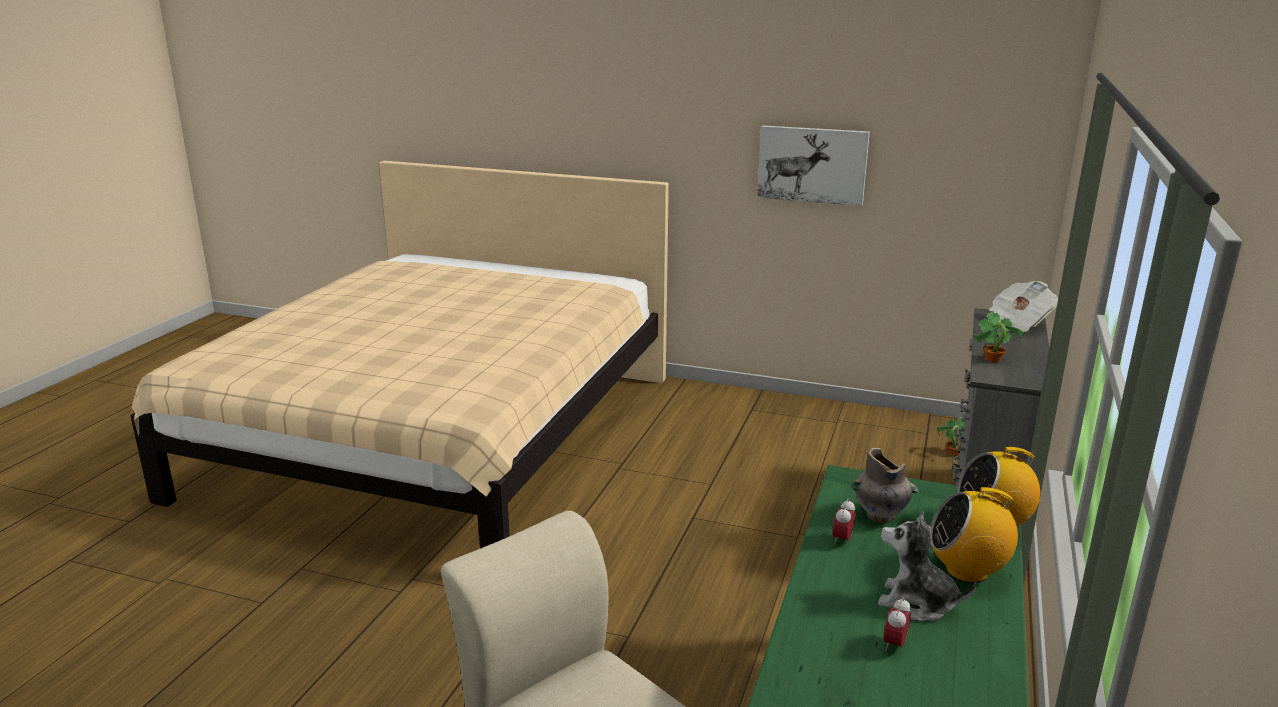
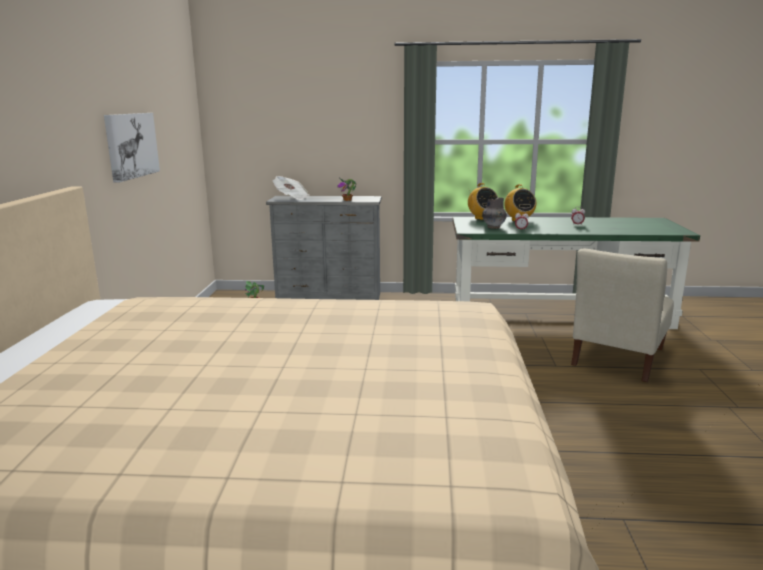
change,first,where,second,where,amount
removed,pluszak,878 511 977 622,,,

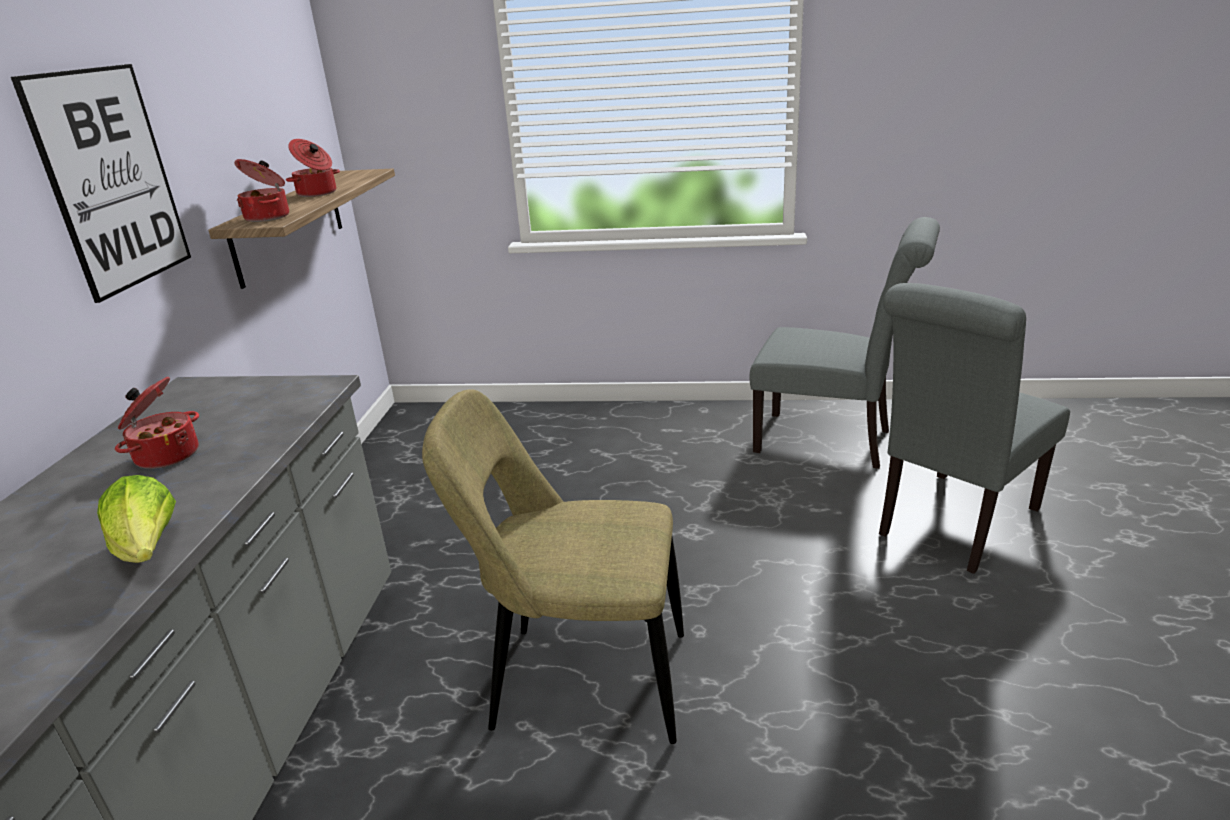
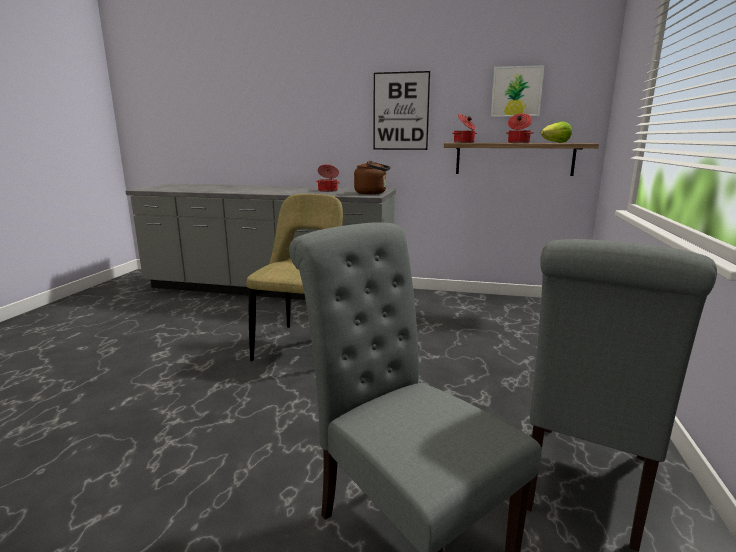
change,first,where,second,where,amount
moved,sałata,97 475 176 563,,541 121 572 143,
added,,,obraz,491 65 544 117,
added,,,czajnik [brązowy],354 161 390 194,

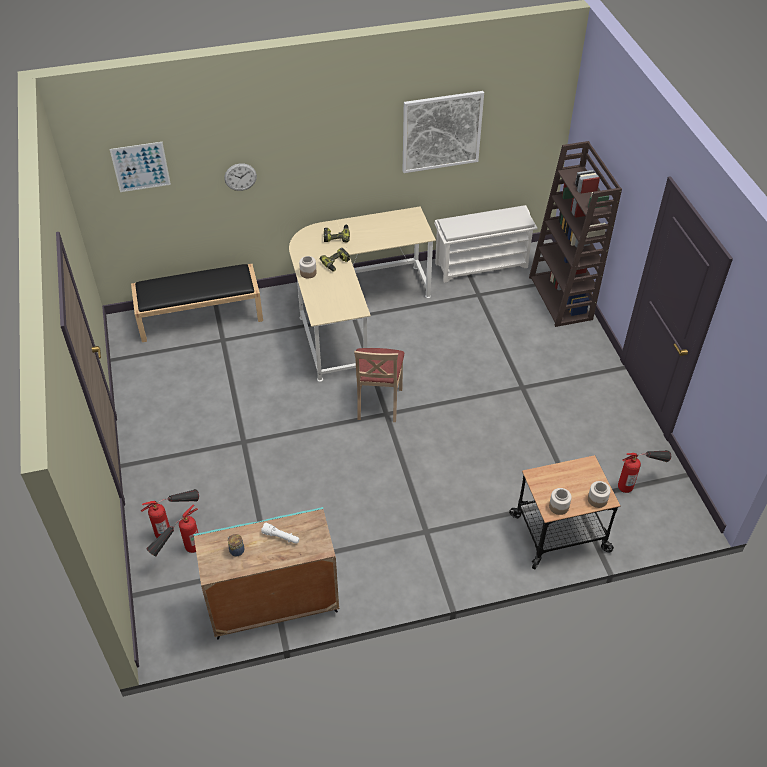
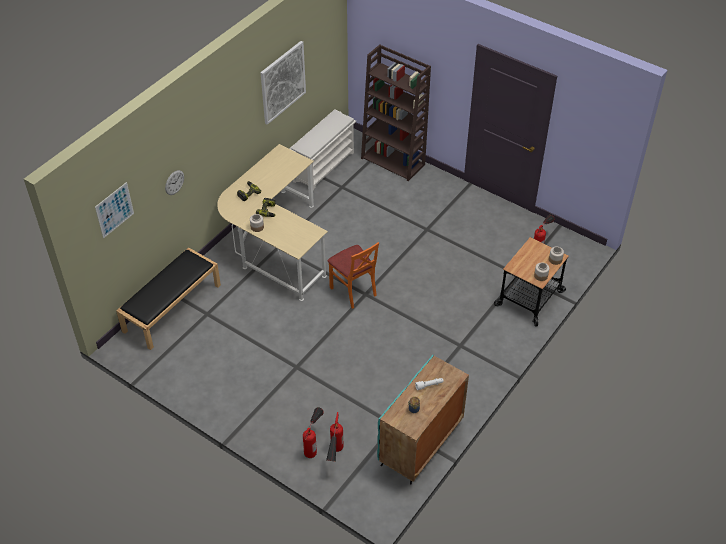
change,first,where,second,where,amount
recoloured,krzesło [beżowy],354 348 404 422,krzesło [pomarańczowy],328 242 379 309,

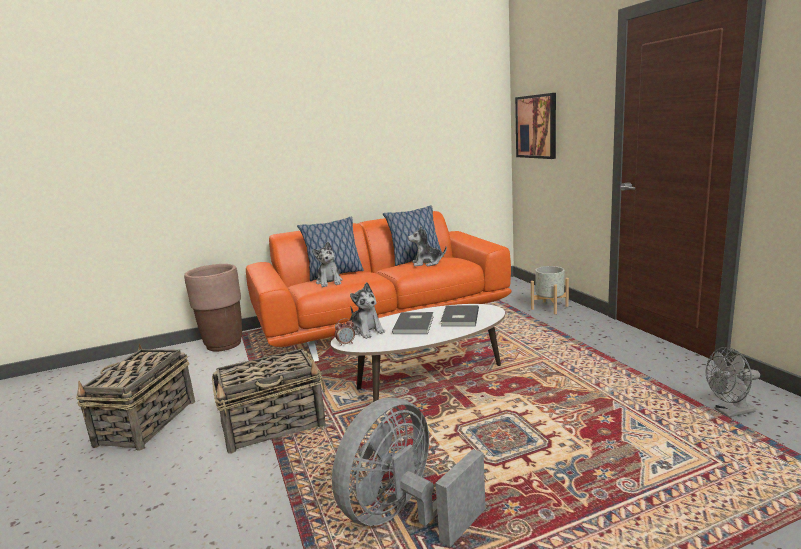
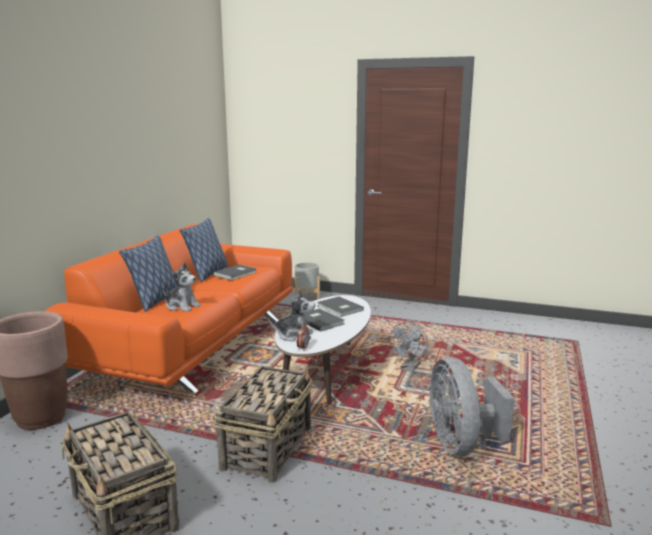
change,first,where,second,where,amount
removed,obraz,515 93 556 159,,,
replaced,pluszak,408 226 447 267,książka [szary],213 264 257 280,
moved,wentylator [szary],706 347 760 418,,390 322 428 372,

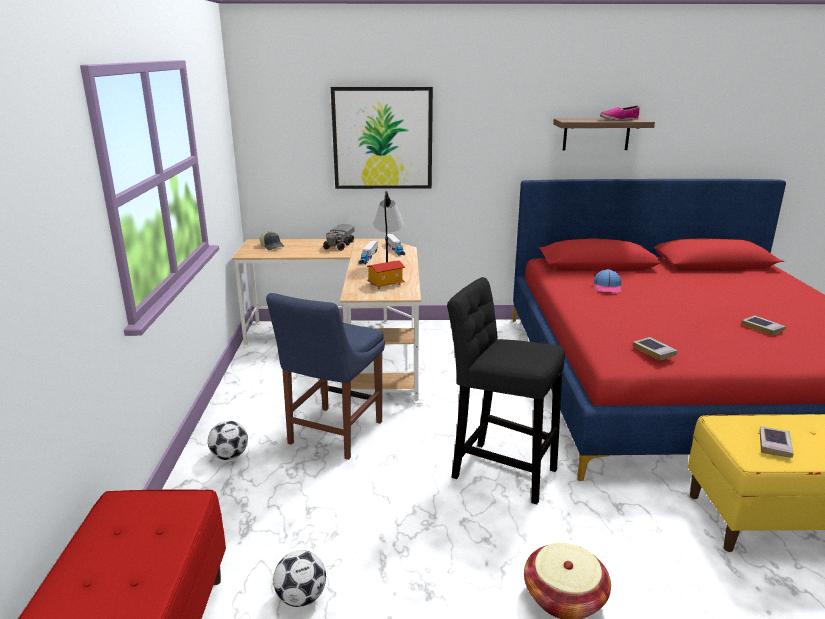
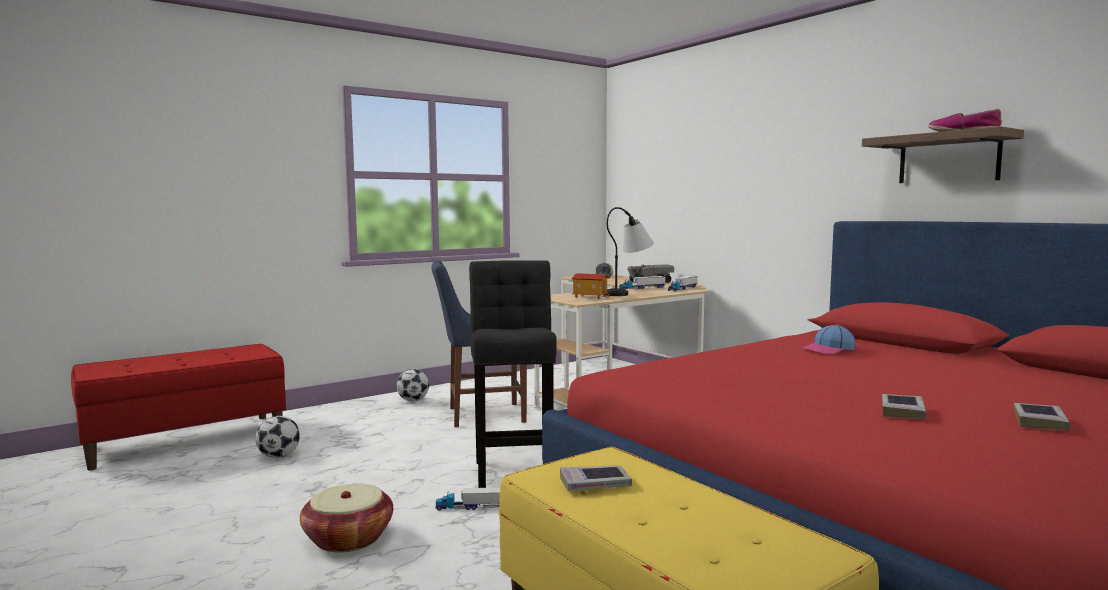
change,first,where,second,where,amount
removed,obraz,331 87 433 189,,,
moved,książka,633 337 678 360,,1014 403 1070 430,
added,,,ciężarówka zabawkowa,435 488 500 511,

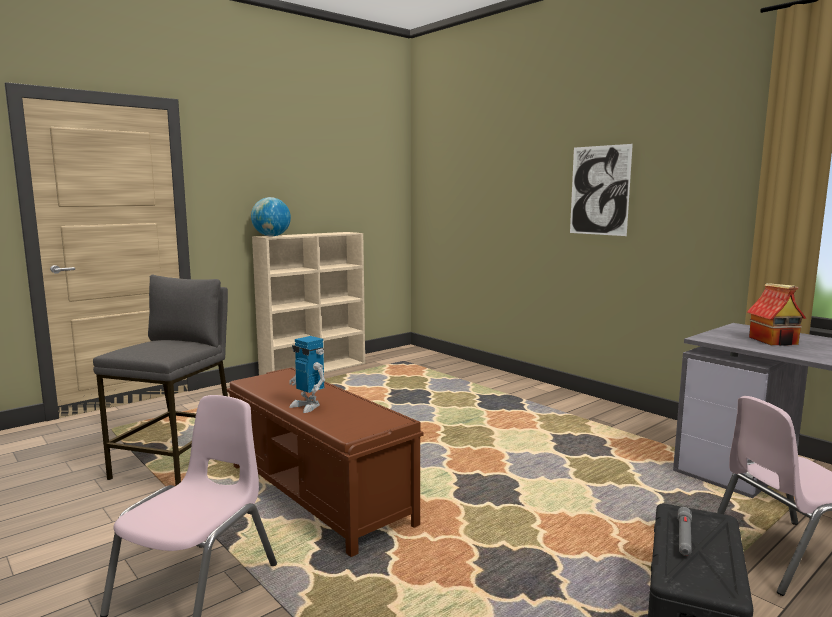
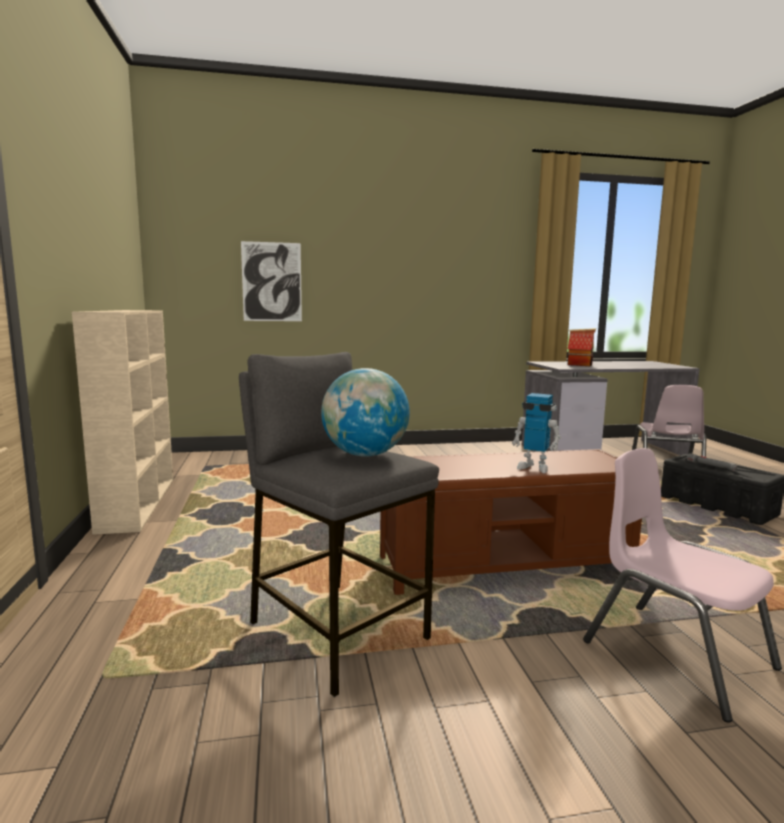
change,first,where,second,where,amount
moved,obraz,570 144 633 236,,241 241 302 321,
moved,globus,251 197 291 236,,321 368 410 457,
turned,robot zabawkowy,289 336 325 413,,512 393 561 473,45 degrees clockwise

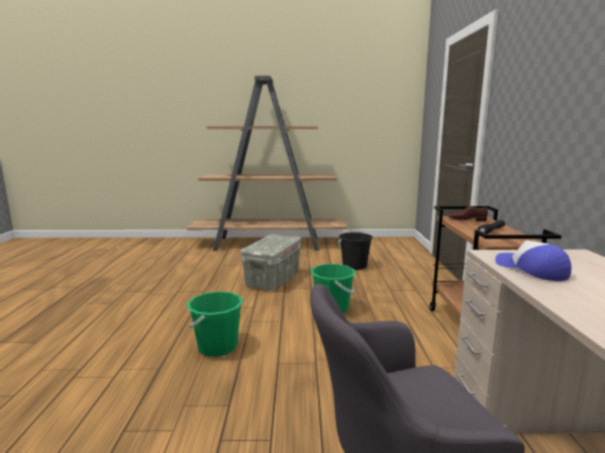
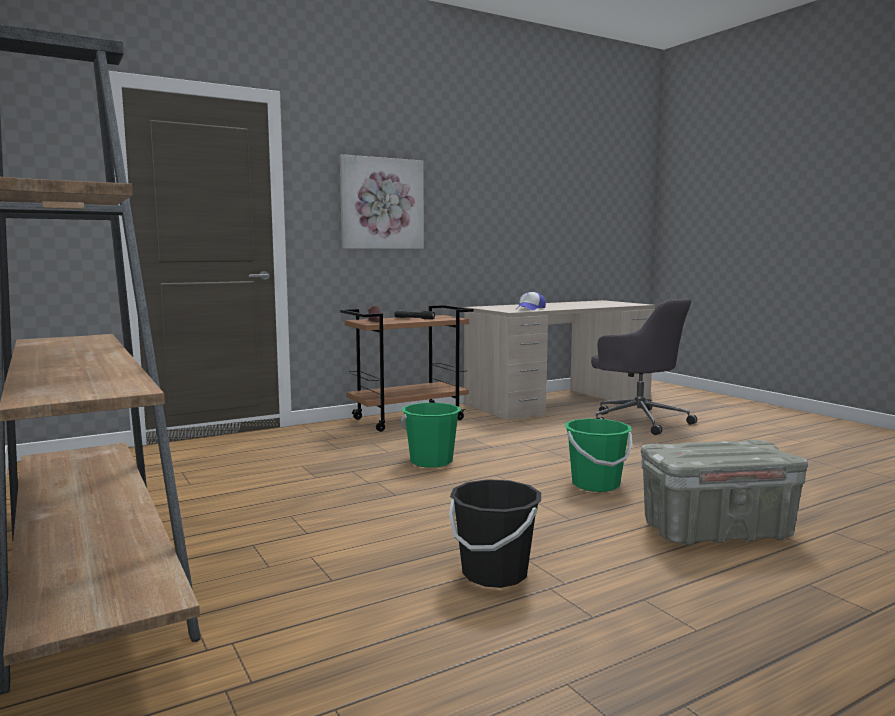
change,first,where,second,where,amount
moved,wiadro [czarny],338 232 373 270,,449 479 541 588,
moved,pojemnik do przechowywania [szary],240 234 301 291,,641 440 808 546,
added,,,obraz,340 154 424 249,

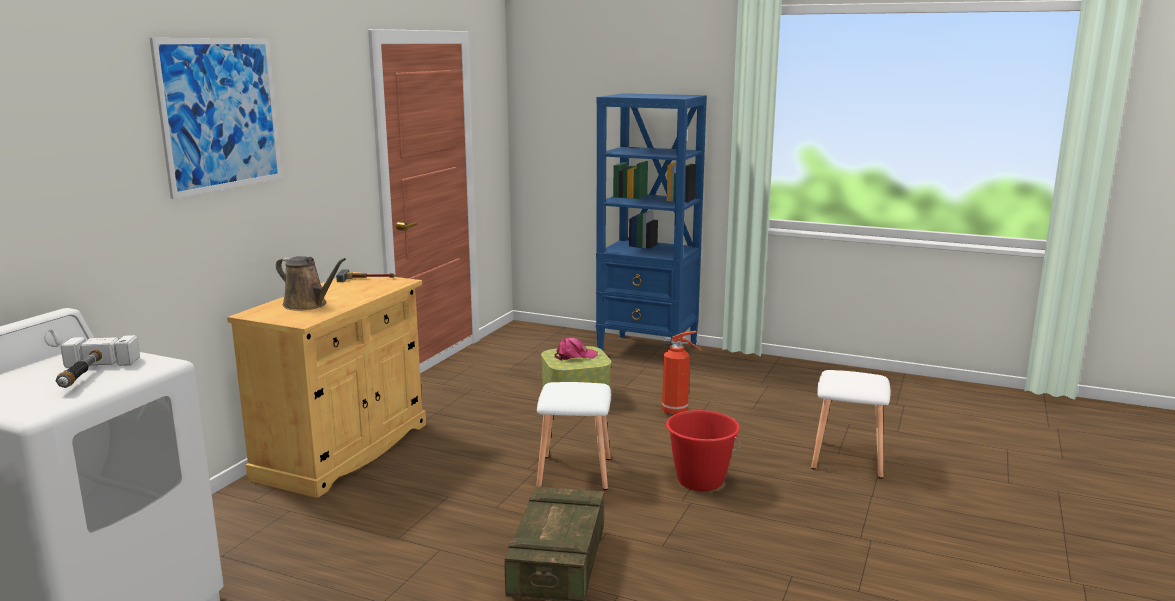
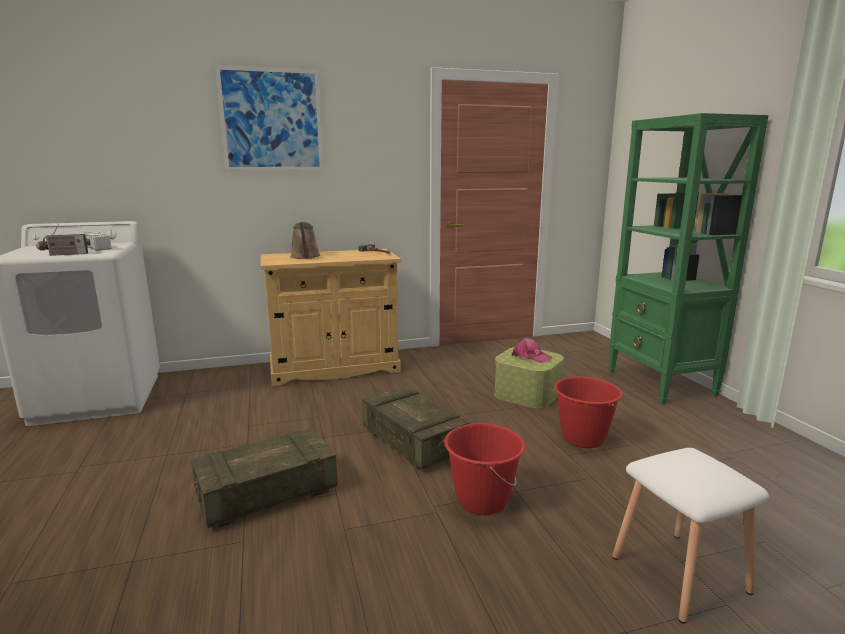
change,first,where,second,where,amount
recoloured,regał [niebieski],596 93 707 350,regał [zielony],608 113 769 404,
replaced,gaśnica,662 331 701 416,wiadro [czerwony],554 377 622 448,
replaced,stołek [biały],536 382 611 490,skrzynka,362 386 469 470,
added,,,radio,43 224 88 256,

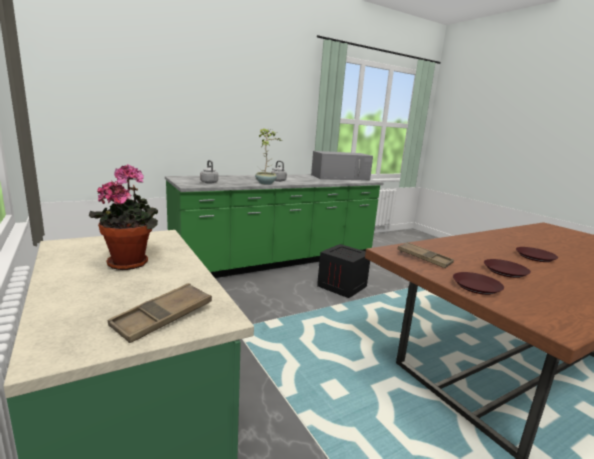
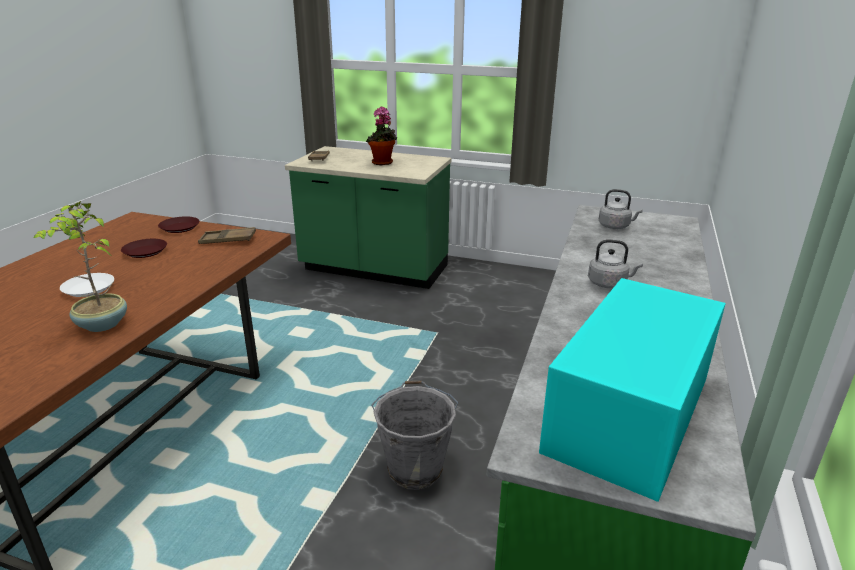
change,first,where,second,where,amount
moved,roślina doniczkowa,255 128 282 185,,33 201 127 332,
recoloured,mikrofalówka [szary],311 151 373 181,mikrofalówka [turkusowy],539 278 725 502,
replaced,skrzynka,317 244 370 298,wiadro [szary],372 381 459 490,
recoloured,talerz [brązowy],516 247 558 262,talerz [biały],60 273 114 297,

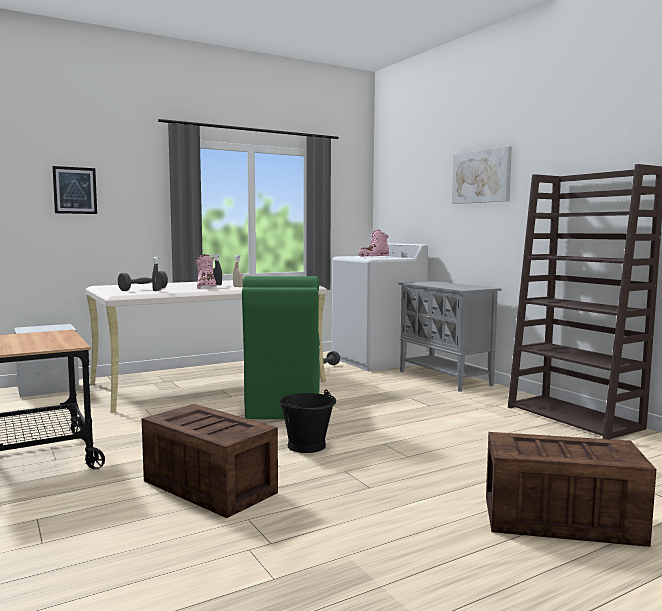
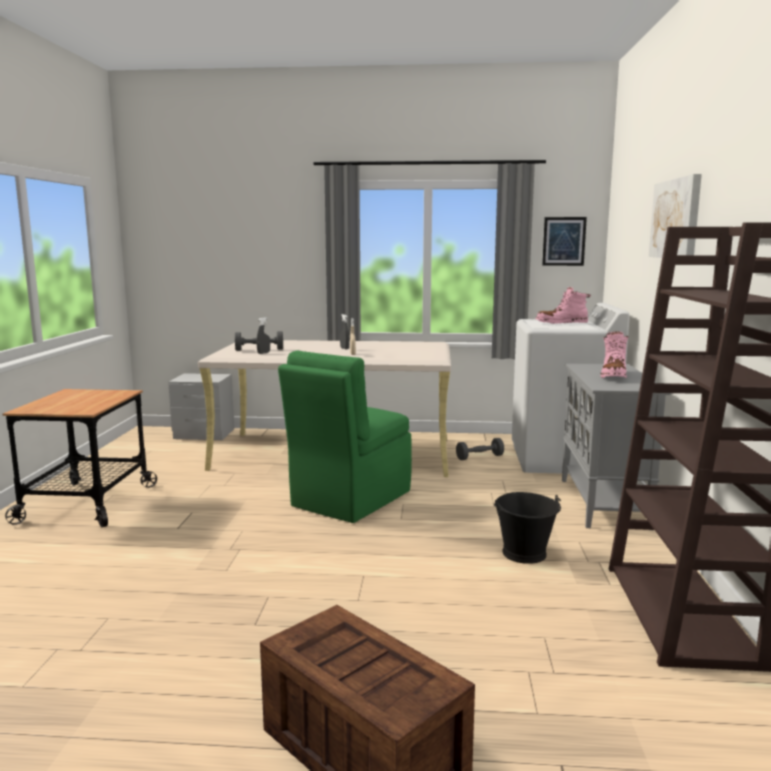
change,first,where,second,where,amount
moved,obraz,52 166 97 214,,542 217 587 266,
moved,but z cholewką [różowy],196 254 216 289,,600 331 629 378,
moved,wiadro [czarny],279 389 336 453,,494 492 561 564,
removed,skrzynka,142 404 278 518,,,

